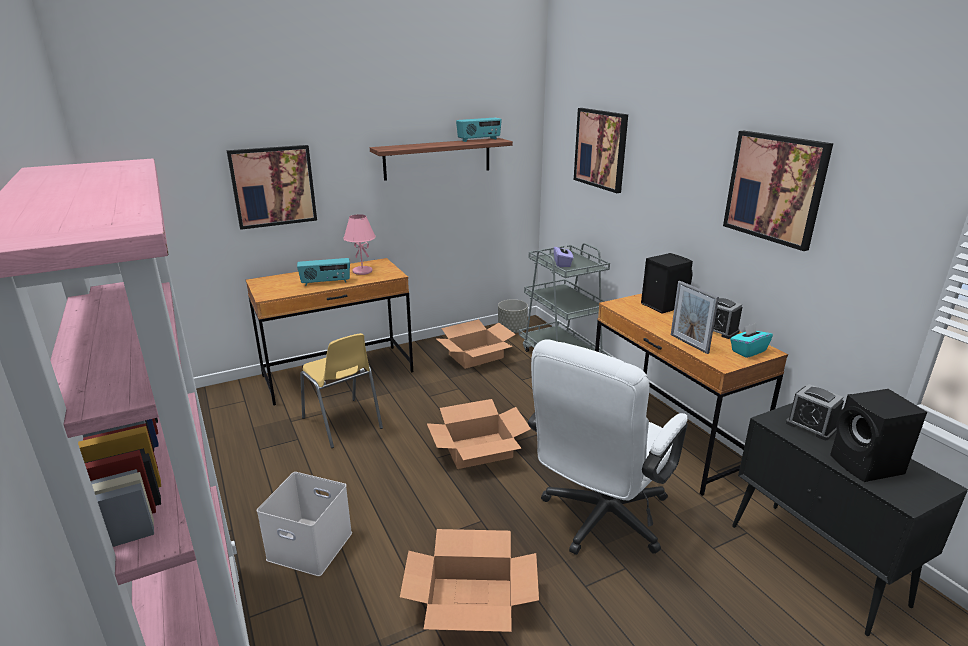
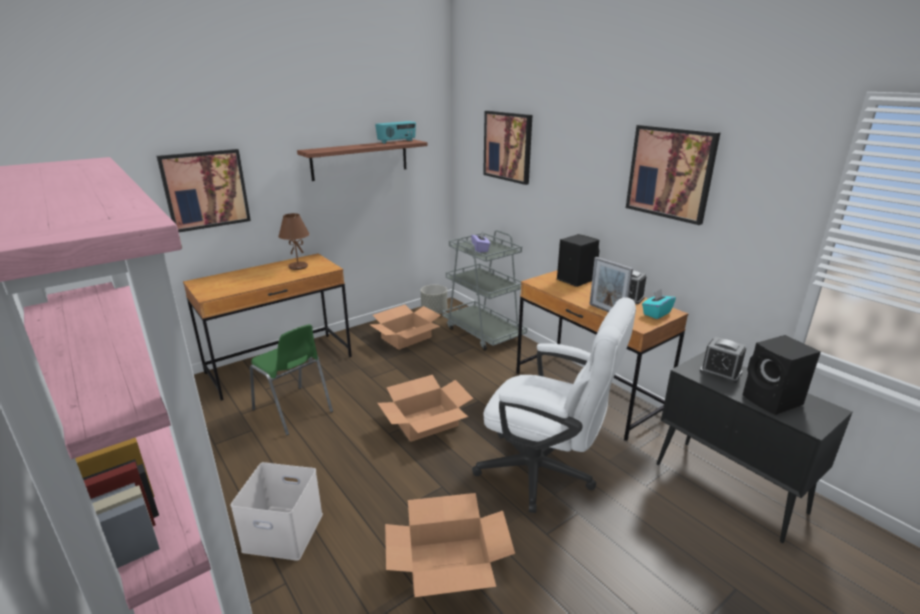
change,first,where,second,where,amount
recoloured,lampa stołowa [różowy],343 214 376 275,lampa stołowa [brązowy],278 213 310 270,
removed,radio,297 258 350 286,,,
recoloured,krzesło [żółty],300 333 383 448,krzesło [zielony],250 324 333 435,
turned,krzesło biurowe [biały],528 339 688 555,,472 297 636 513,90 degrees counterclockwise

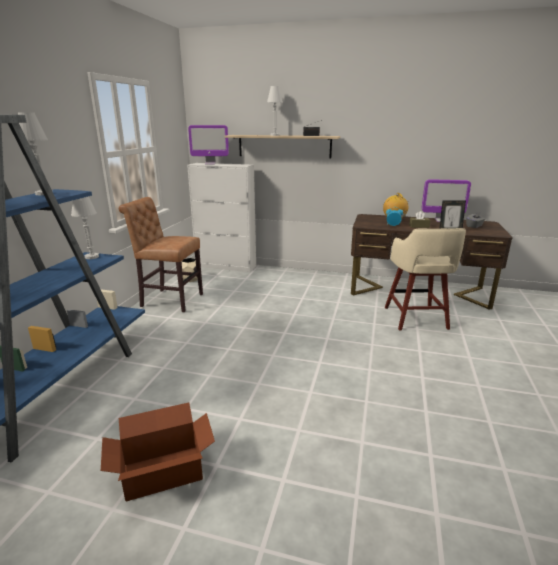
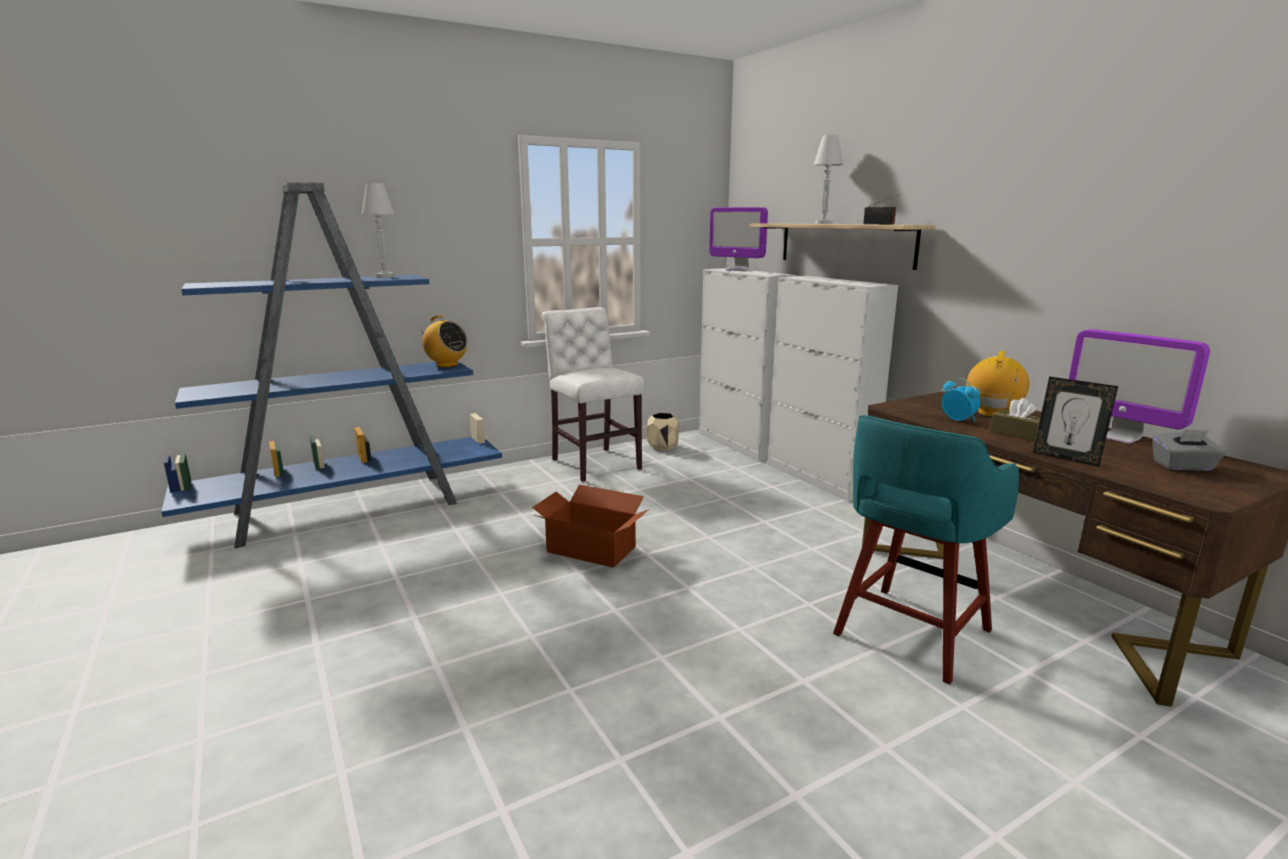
change,first,where,second,where,amount
replaced,lampa stołowa [biały],71 196 99 259,radio,418 315 468 368,
recoloured,krzesło [brązowy],119 197 203 312,krzesło [biały],541 307 644 482,
recoloured,stołek [beżowy],385 228 466 330,stołek [turkusowy],833 415 1019 685,
moved,karton,101 403 215 502,,532 485 649 568,
added,,,szafka [biały],768 276 898 502,

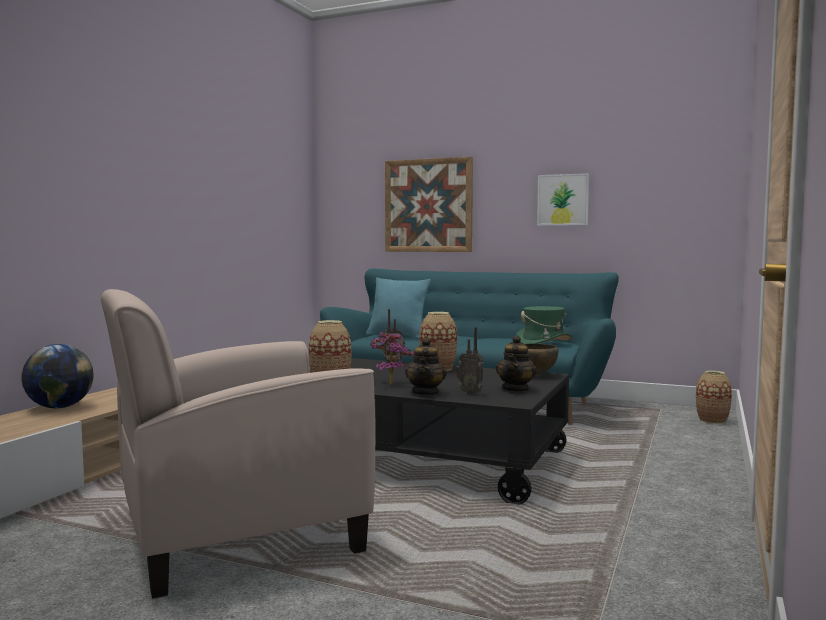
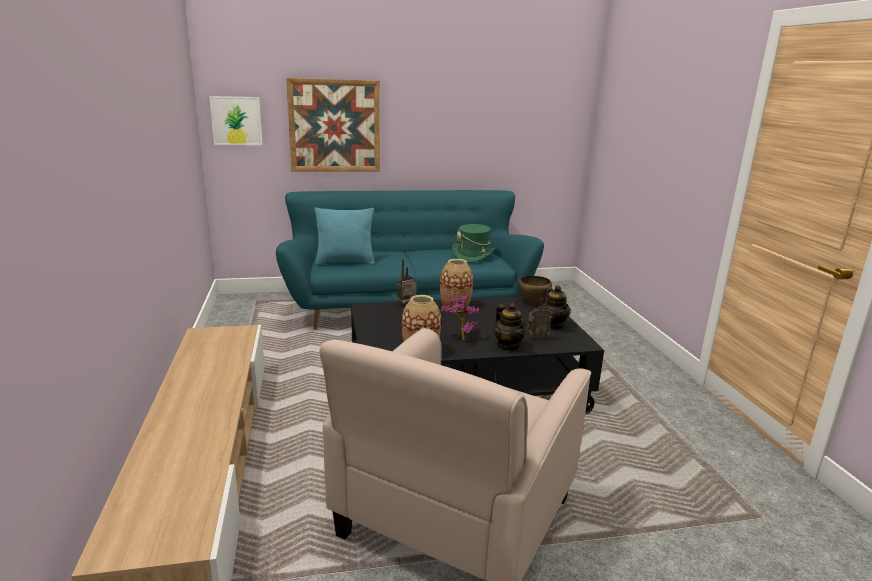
change,first,where,second,where,amount
moved,obraz,537 173 589 226,,209 96 263 145,
removed,globus,21 344 94 409,,,
removed,wazon,696 371 732 424,,,

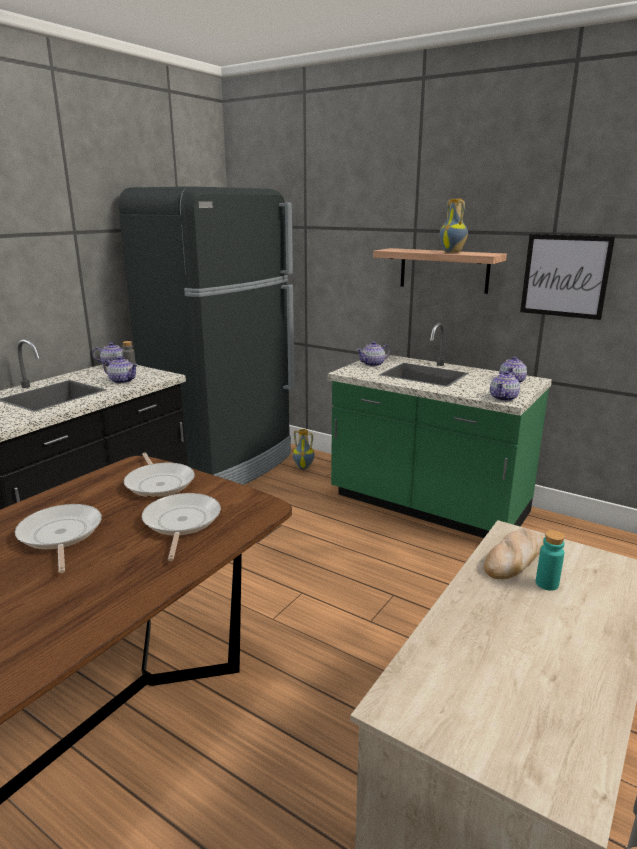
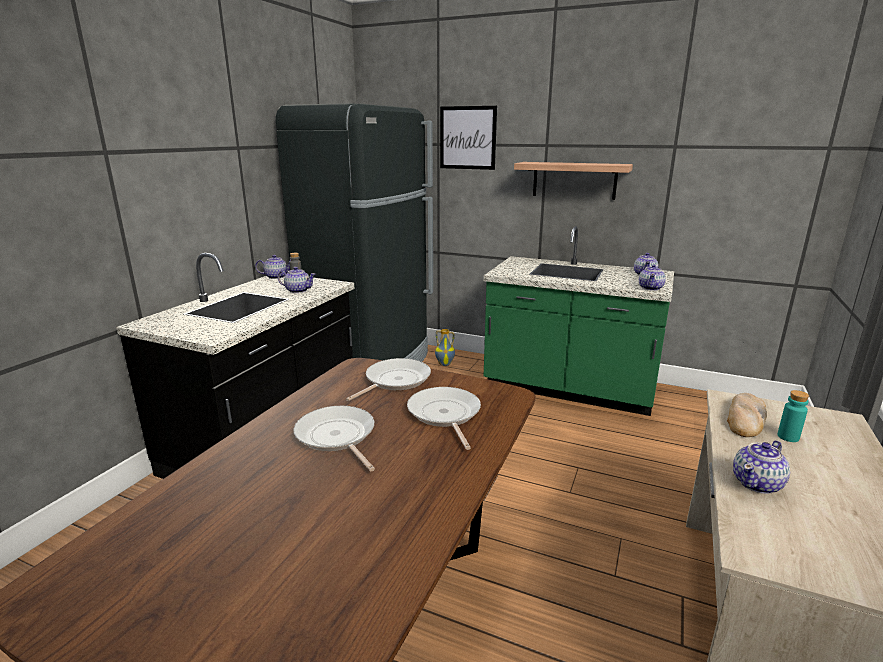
change,first,where,second,where,amount
removed,wazon,440 199 468 253,,,
moved,obraz,520 234 615 320,,440 106 497 170,
moved,imbryk,356 342 390 367,,733 441 790 494,
turned,patelnia,124 452 195 497,,346 358 431 401,105 degrees counterclockwise

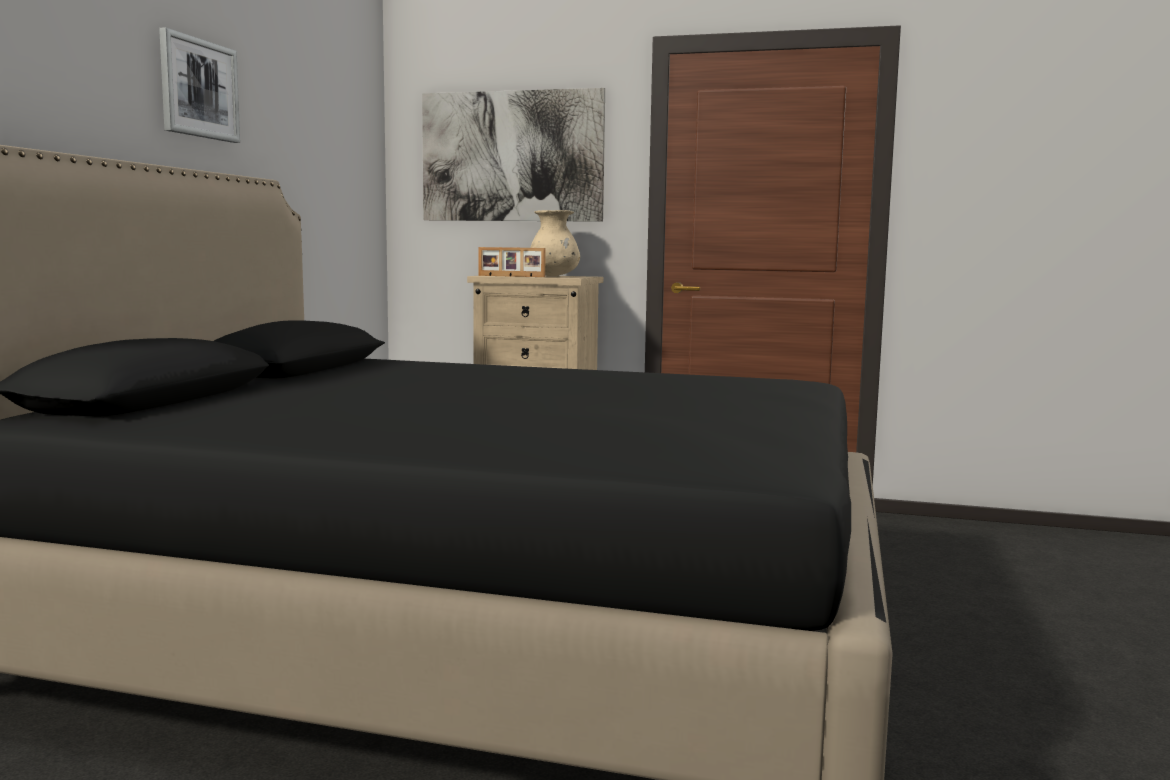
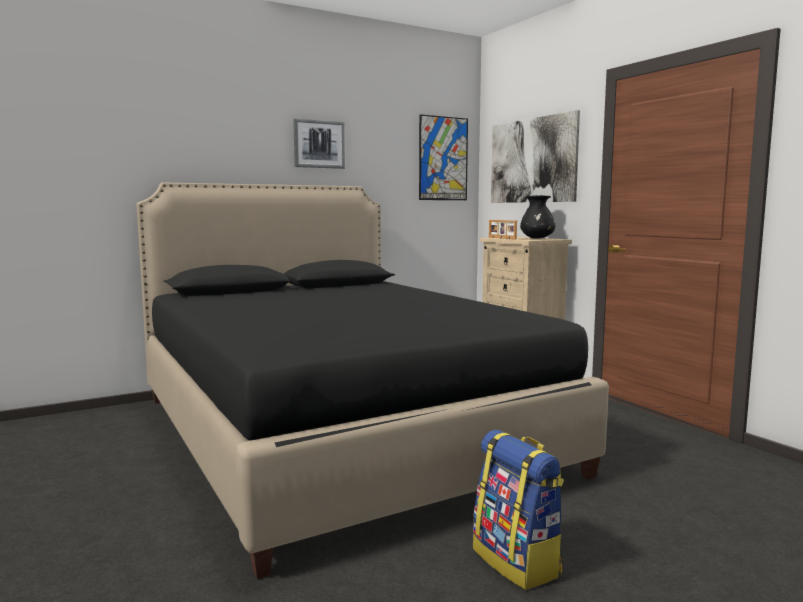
change,first,where,second,where,amount
recoloured,wazon [beżowy],531 210 580 276,wazon [czarny],520 195 555 239,
added,,,obraz,419 114 468 200,
added,,,plecak,473 430 564 590,

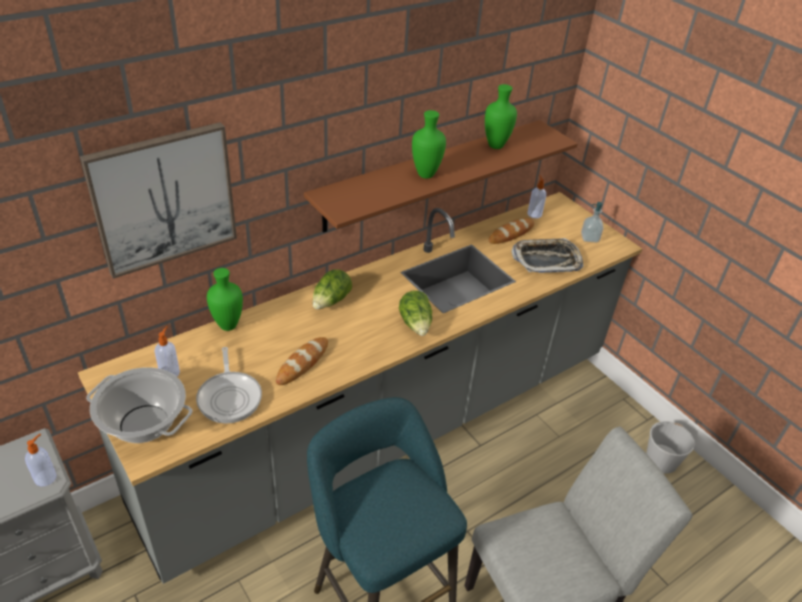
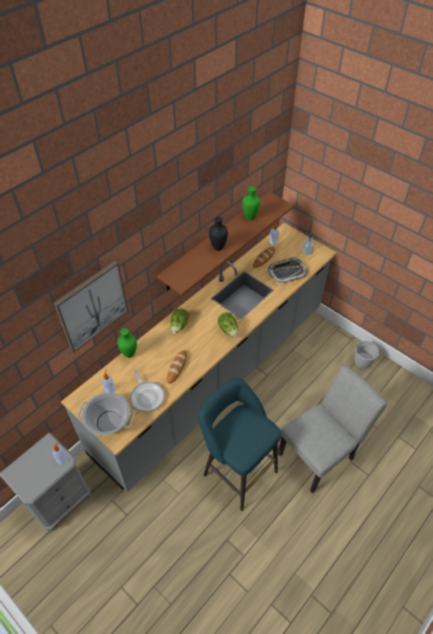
change,first,where,second,where,amount
recoloured,wazon [zielony],412 110 446 179,wazon [czarny],209 216 228 251,

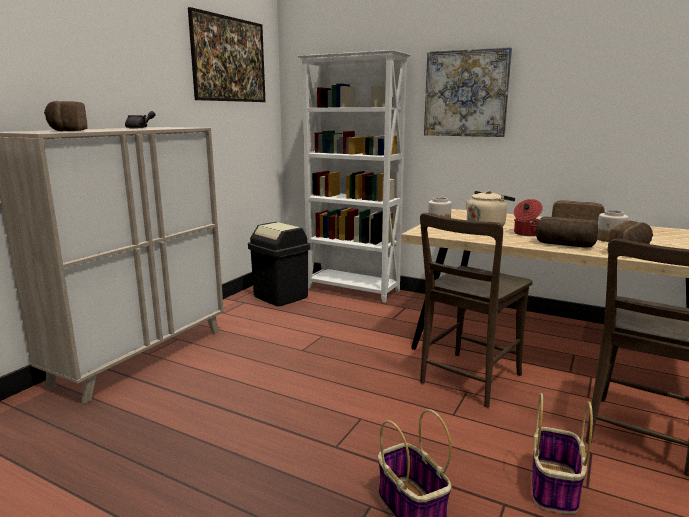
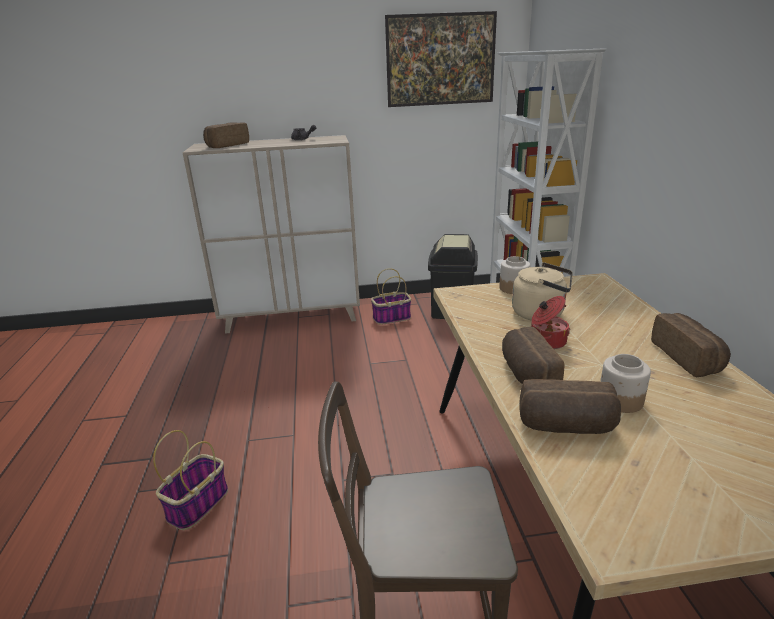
change,first,where,second,where,amount
removed,obraz,424 47 512 137,,,
removed,krzesło [brązowy],420 213 533 407,,,
moved,koszyk,532 393 593 514,,371 268 411 325,

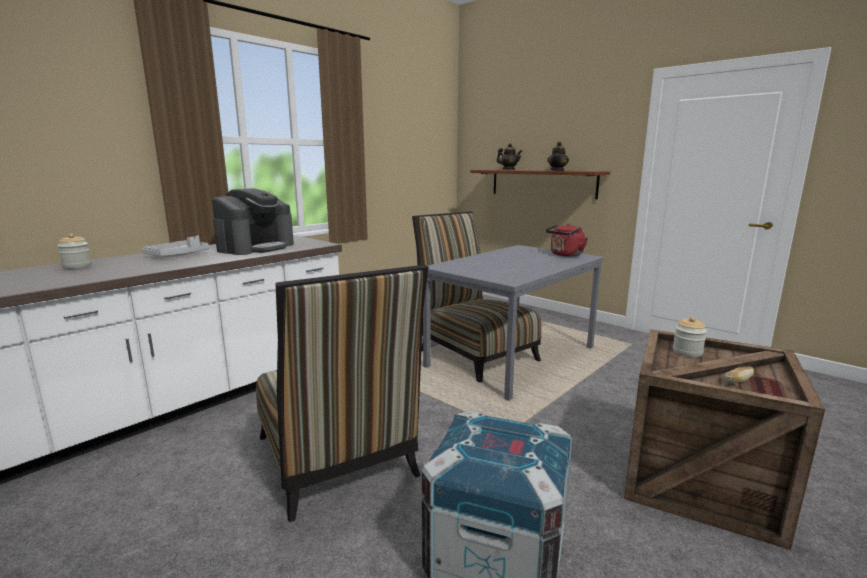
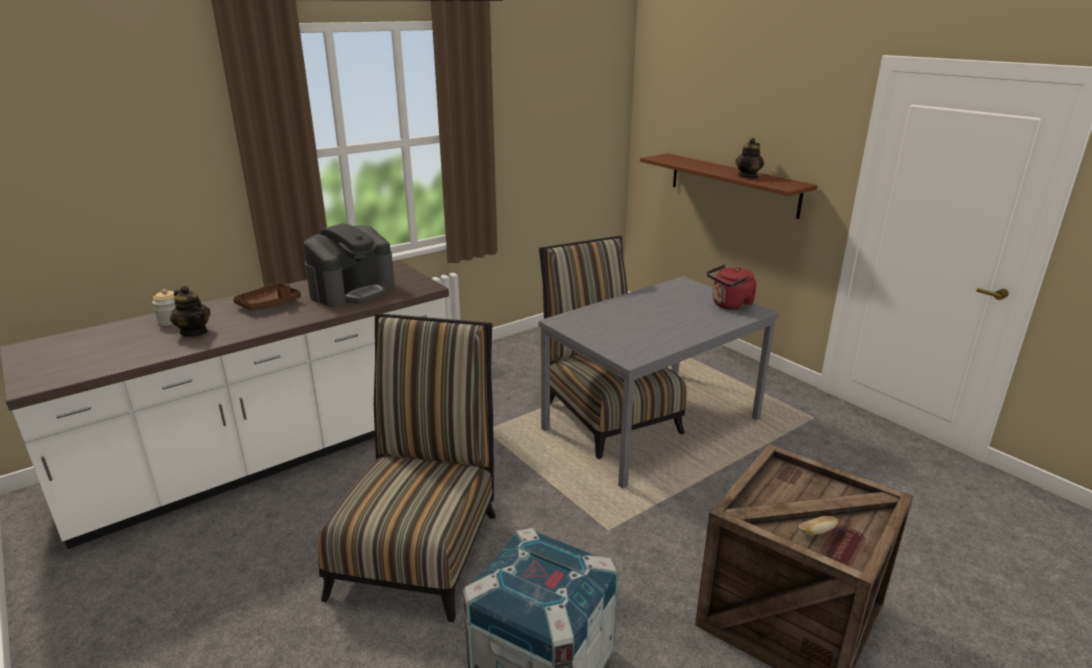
change,first,where,second,where,amount
moved,imbryk,496 143 522 170,,170 286 210 337,
recoloured,taca [szary],142 236 209 257,taca [brązowy],233 283 301 311,
turned,krzesło,256 265 428 522,,318 313 496 622,150 degrees counterclockwise
removed,słoik,673 317 707 357,,,

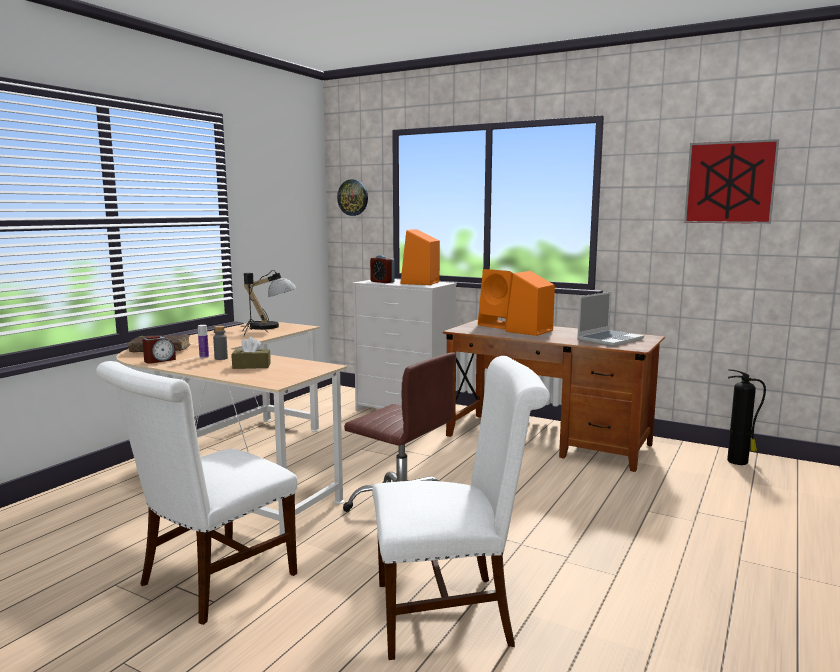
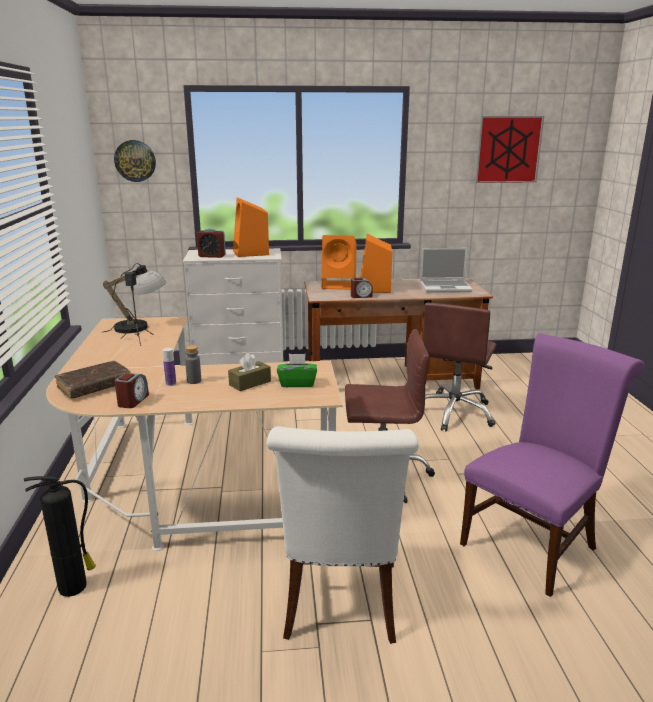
change,first,where,second,where,amount
turned,laptop,577 292 644 347,,420 248 473 293,75 degrees clockwise
recoloured,krzesło [biały],372 356 550 660,krzesło [fioletowy],460 333 644 597,
moved,gaśnica,727 369 766 465,,24 476 96 597,
added,,,budzik,351 278 373 298,
added,,,krzesło biurowe [brązowy],423 303 496 432,
added,,,pudełko chusteczek [zielony],277 354 317 387,

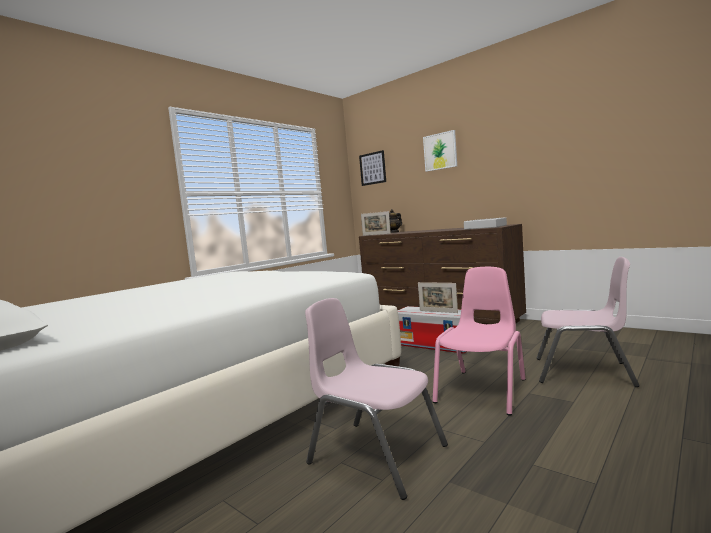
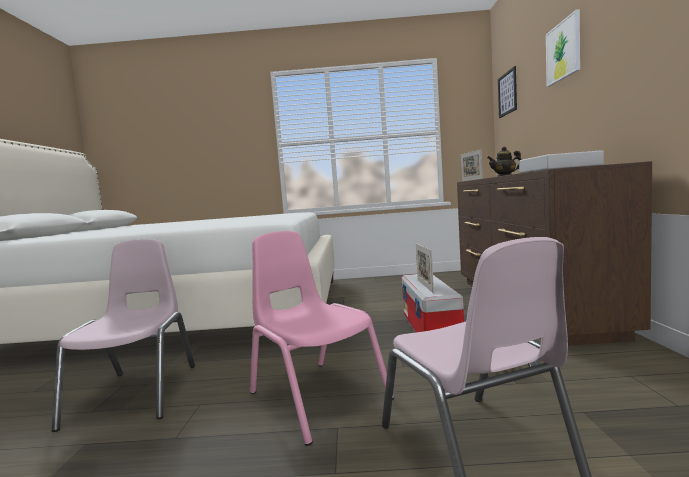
change,first,where,second,where,amount
turned,krzesło [różowy],432 267 526 416,,250 231 394 446,120 degrees counterclockwise

